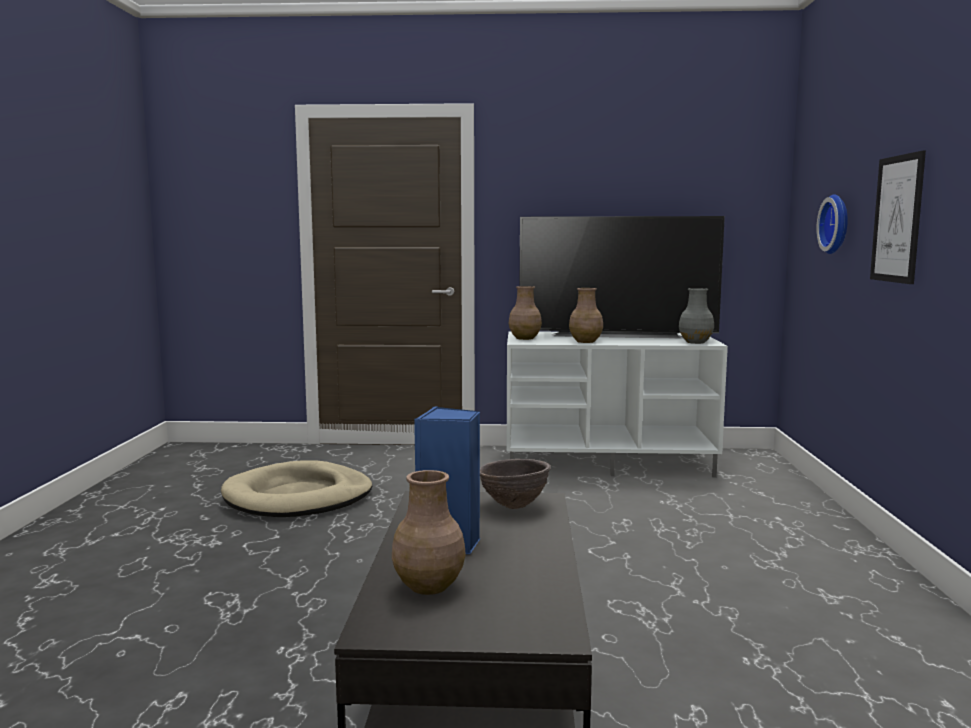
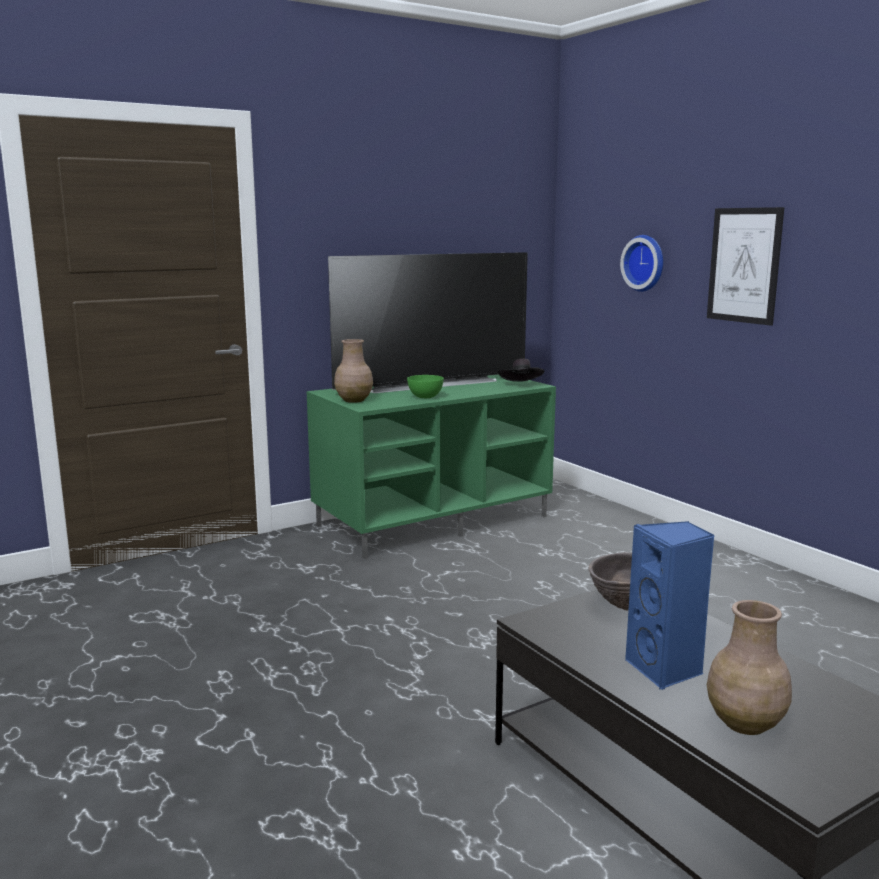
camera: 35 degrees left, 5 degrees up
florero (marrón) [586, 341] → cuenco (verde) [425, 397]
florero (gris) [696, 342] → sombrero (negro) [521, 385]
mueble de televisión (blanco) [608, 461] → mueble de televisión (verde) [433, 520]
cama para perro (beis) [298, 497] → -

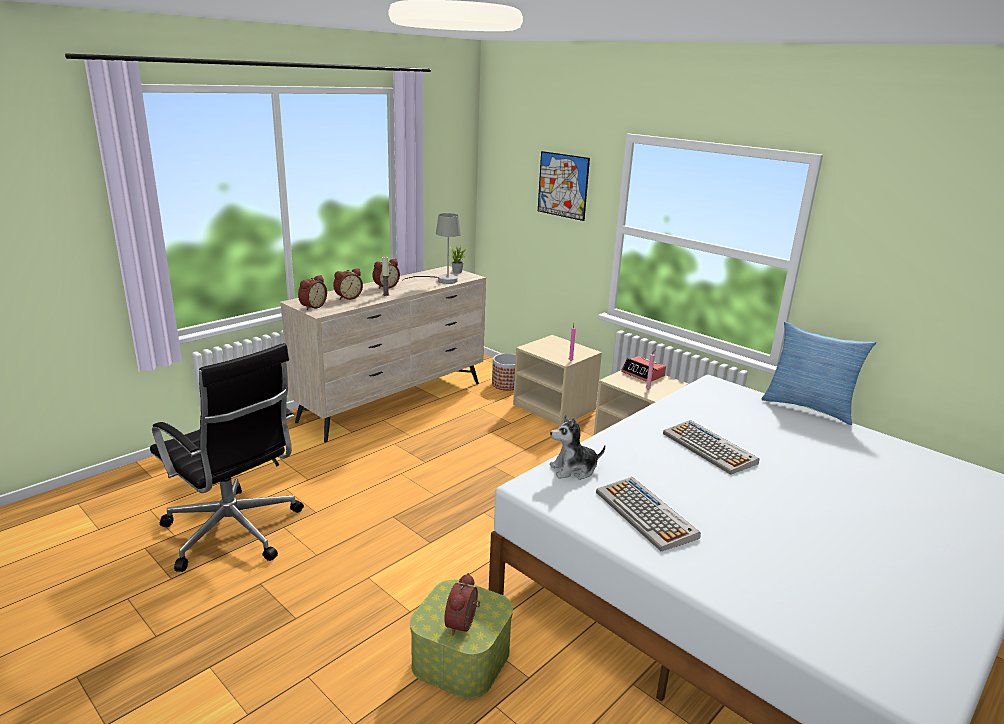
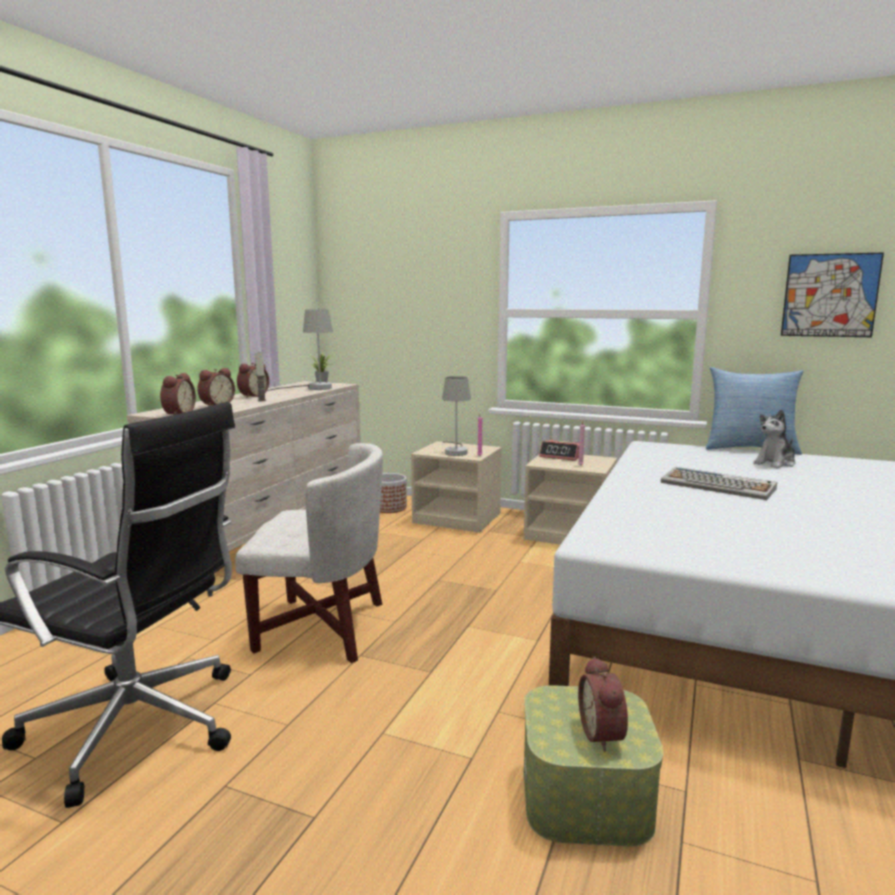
camera: 20 degrees left, 10 degrees down
cuadro [563, 185] → cuadro [830, 295], moved
peluche [573, 470] → peluche [775, 463], moved
teclado [646, 515] → -
- → lámpara de mesa (gris) [456, 451]
- → sillón (blanco) [322, 628]

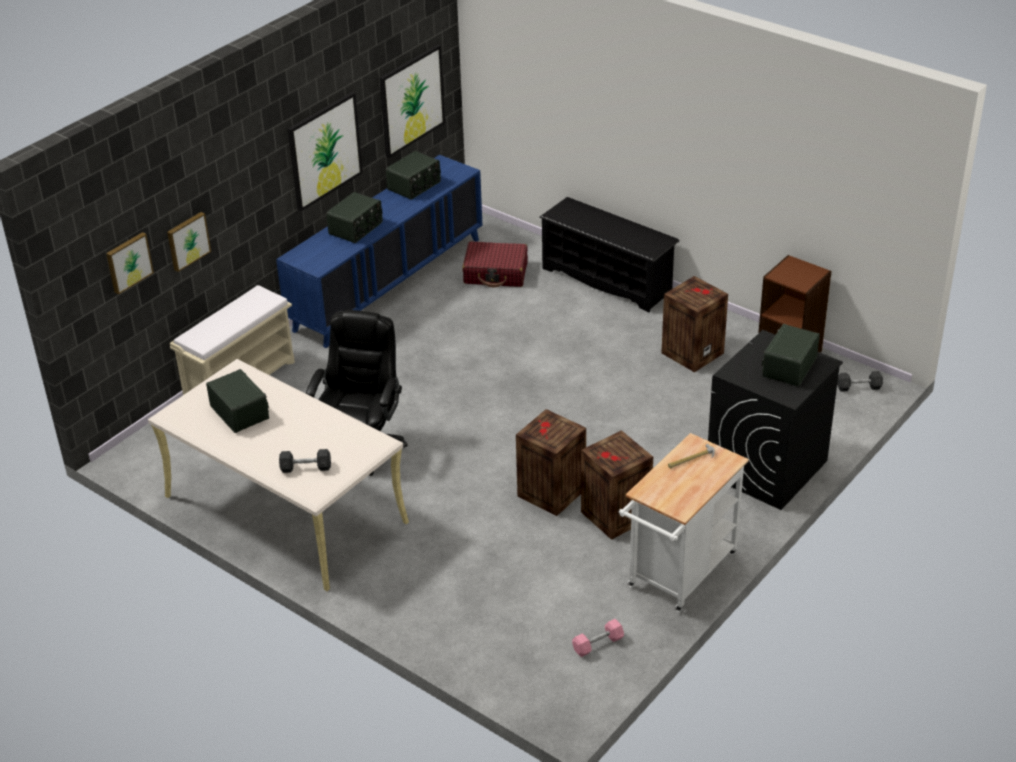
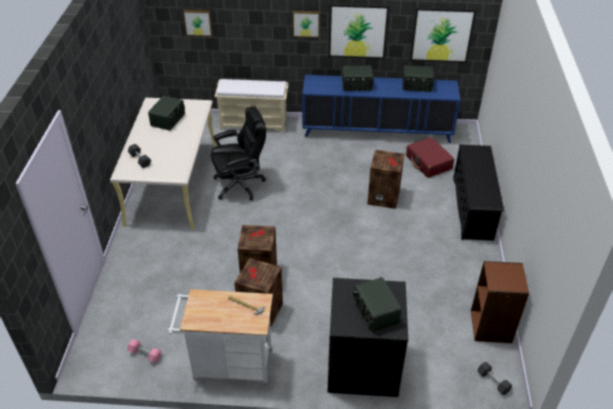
camera: 55 degrees right, 5 degrees up
cuadro [187, 240] → cuadro [306, 23], moved
caja de embalaje [692, 352] → caja de embalaje [384, 196], moved
radio [788, 367] → radio [375, 312], 105 degrees counterclockwise

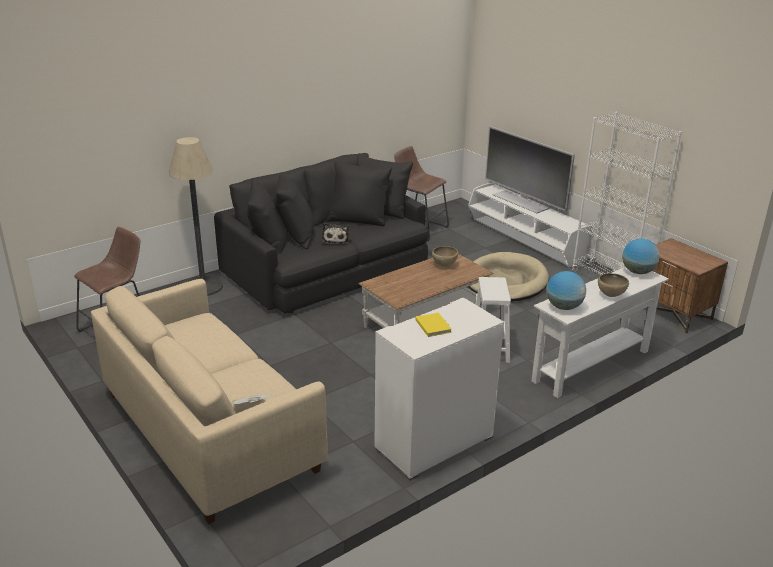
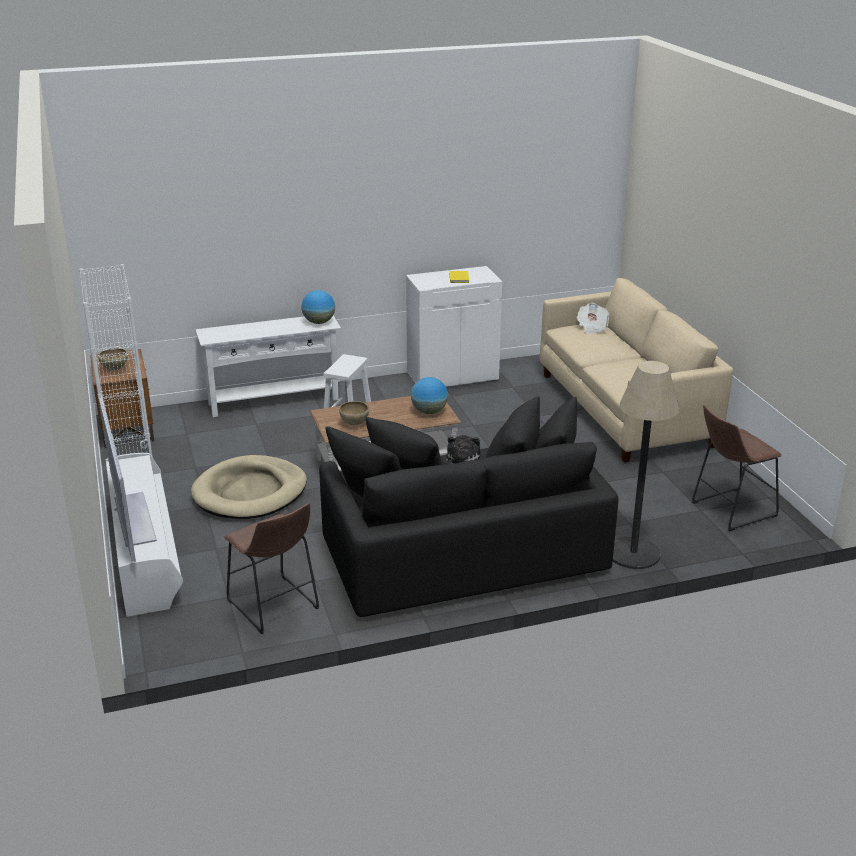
camera: 160 degrees left, 0 degrees up
globo terráqueo [638, 272] → globo terráqueo [429, 412], moved
cuenco (marrón) [611, 295] → cuenco (marrón) [115, 369], moved

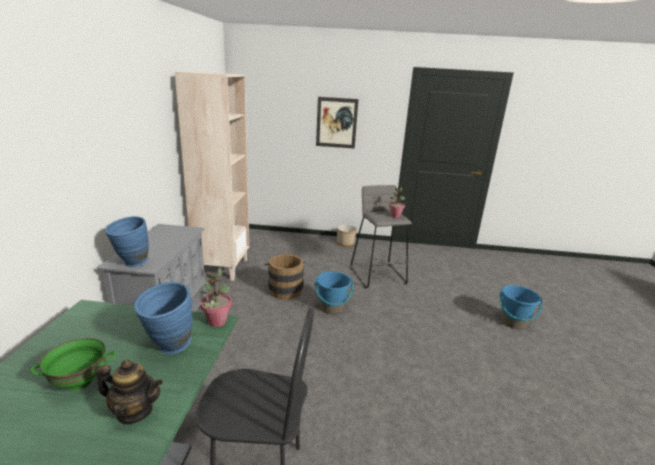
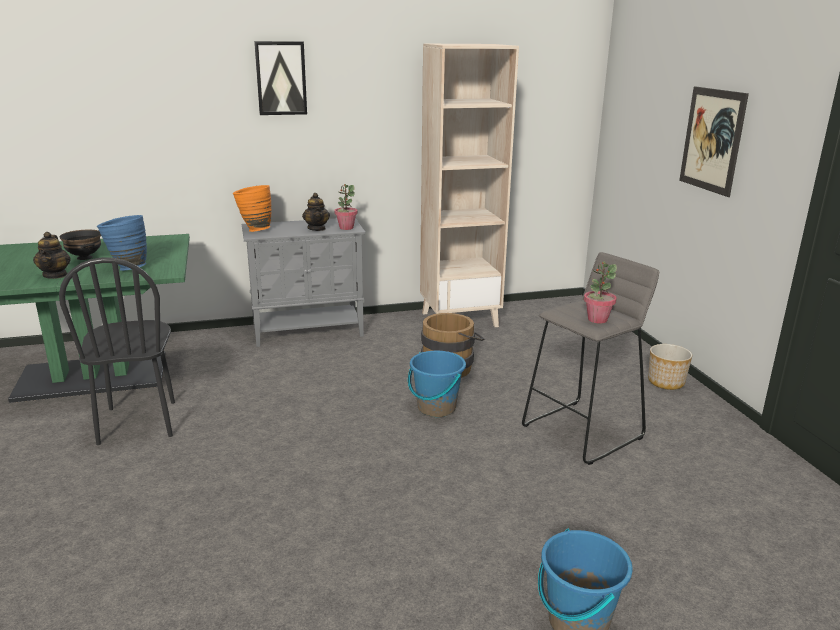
camera: 70 degrees right, 0 degrees up
florero (azul) [131, 264] → florero (naranja) [254, 230]
planta en maceta [217, 321] → planta en maceta [346, 228], moved
cuenco (verde) [79, 383] → cuenco (negro) [84, 257]
- → cuadro [281, 78]
- → tetera [317, 228]

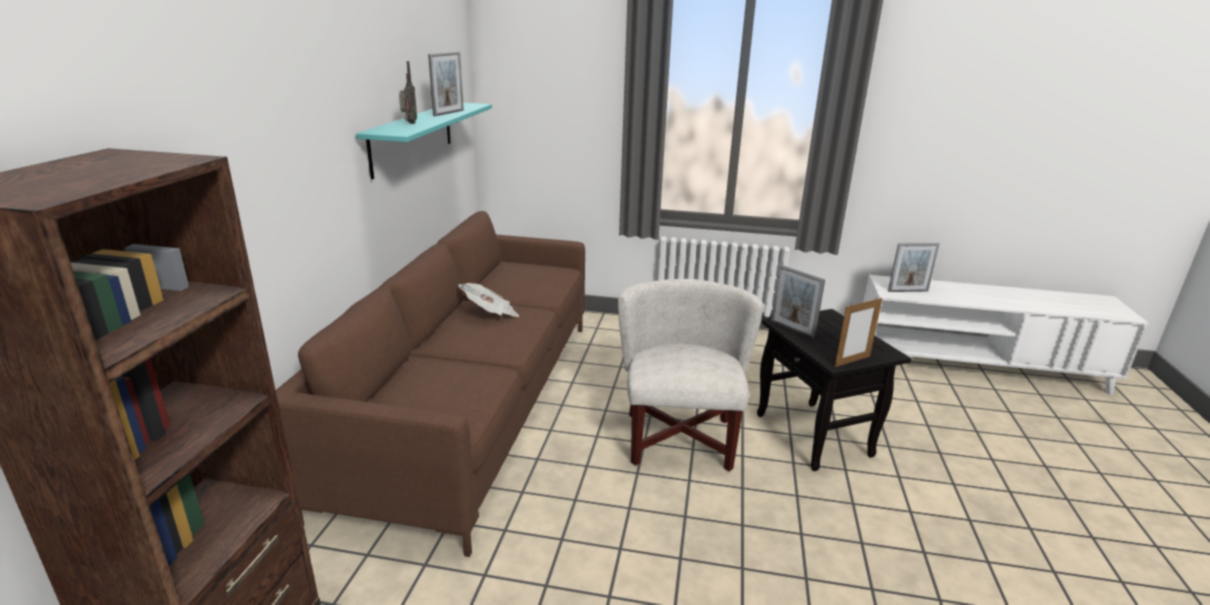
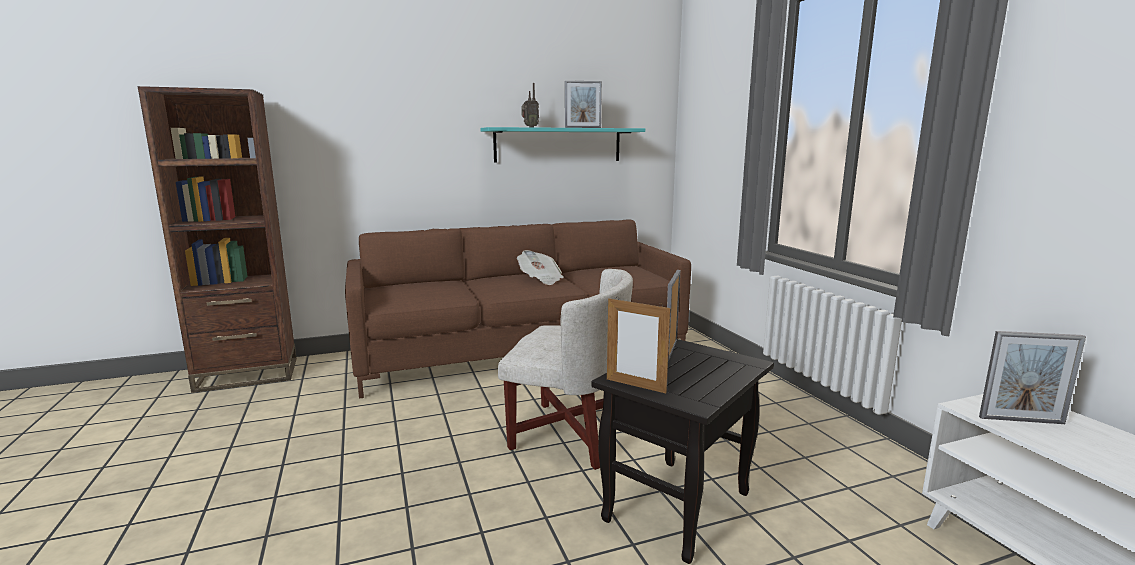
camera: 60 degrees right, 10 degrees down
portarretratos [908, 291] → portarretratos [1021, 420], 45 degrees counterclockwise
sillón (blanco) [680, 440] → sillón (blanco) [570, 433], 45 degrees clockwise

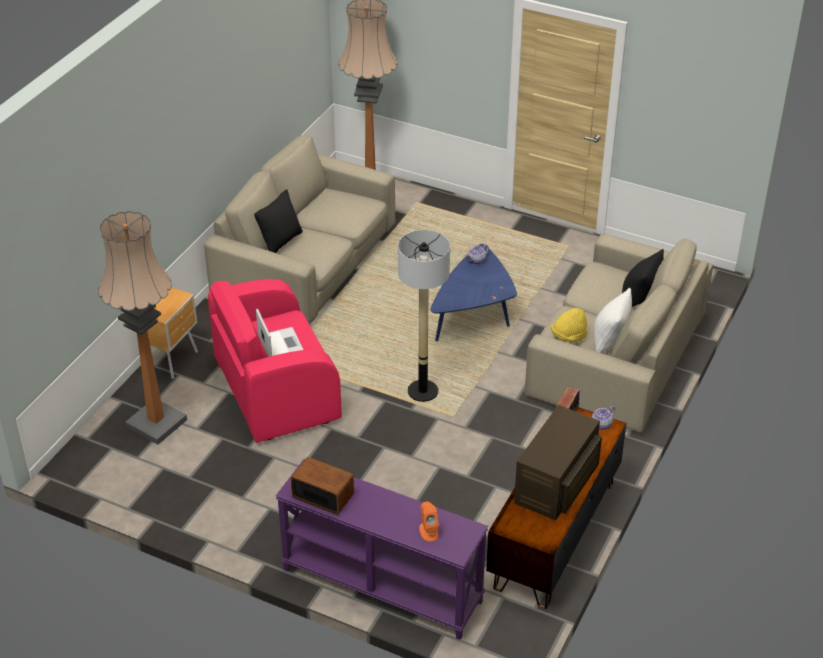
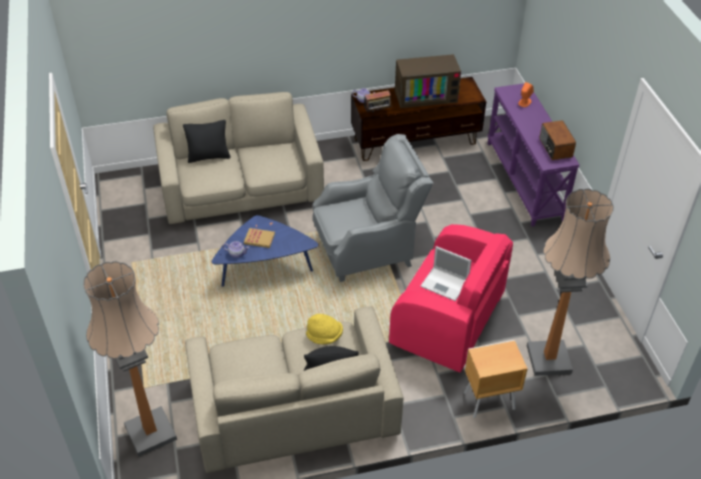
camera: 130 degrees left, 5 degrees up
lámpara de pie [422, 391] → sillón (gris) [367, 248]
cojín (blanco) [609, 341] → -
sombrero (amarillo) [568, 336] → sombrero (amarillo) [324, 336], moved
portátil [281, 345] → portátil [445, 284], 90 degrees counterclockwise
- → libro [259, 239]

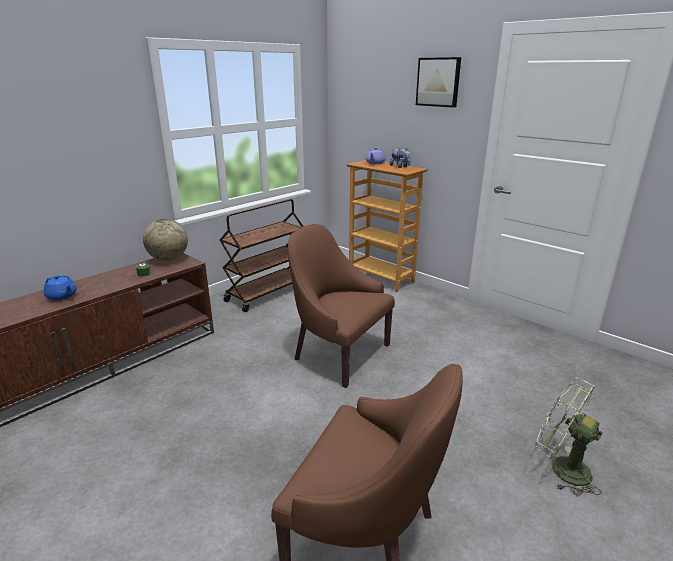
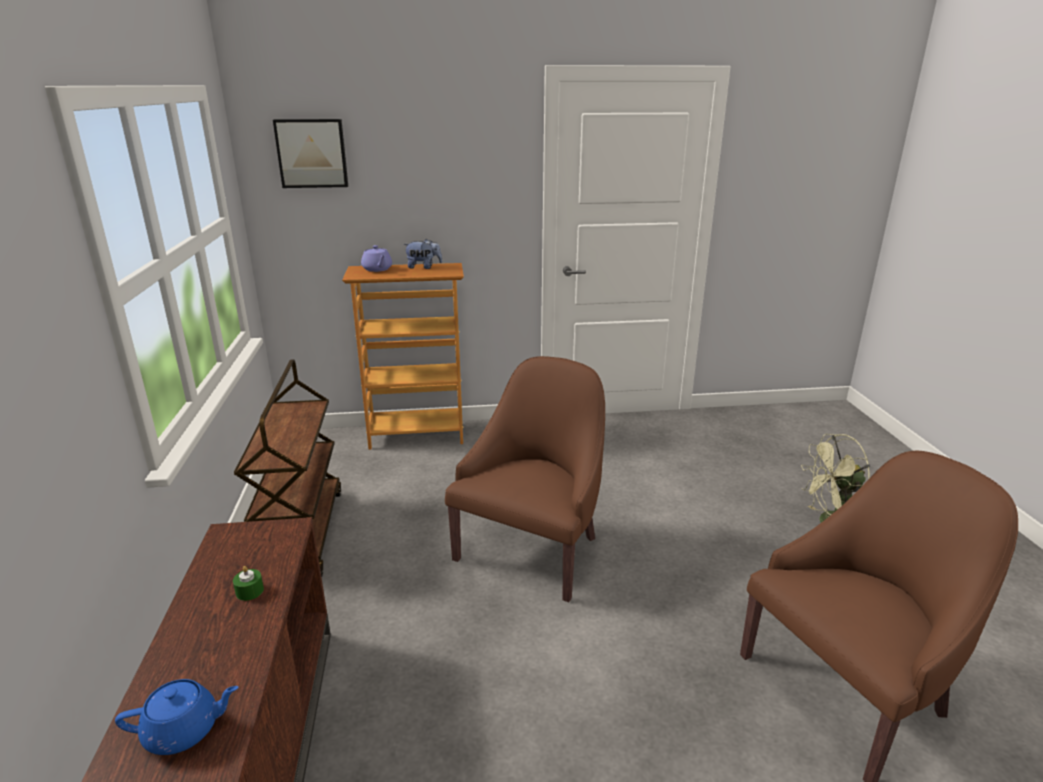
camera: 50 degrees left, 0 degrees up
cuadro [438, 82] → cuadro [312, 153], moved
globo terráqueo [168, 259] → -
sillón (marrón) [338, 353] → sillón (marrón) [533, 549], 135 degrees clockwise

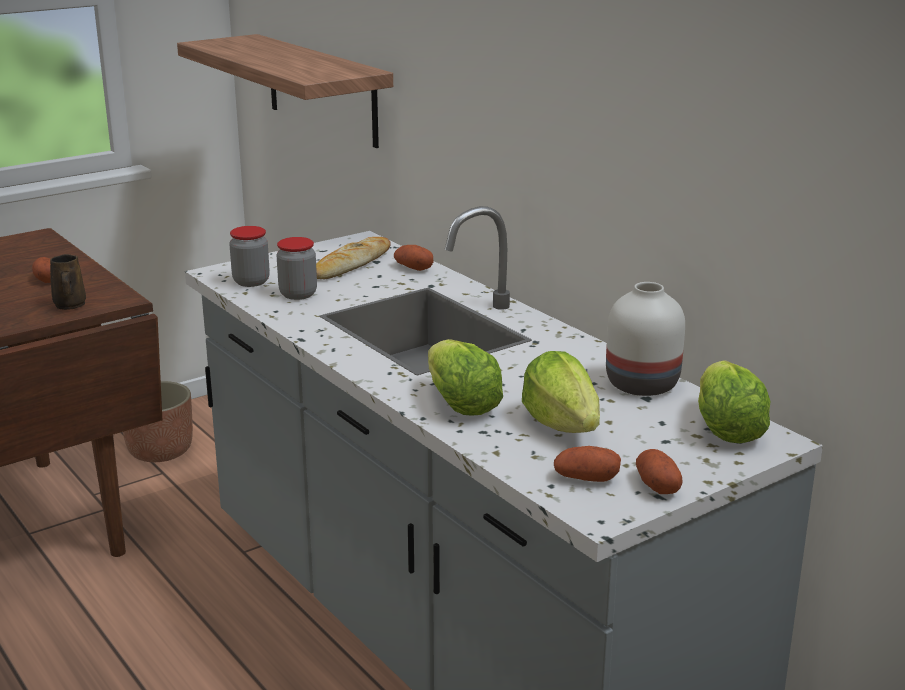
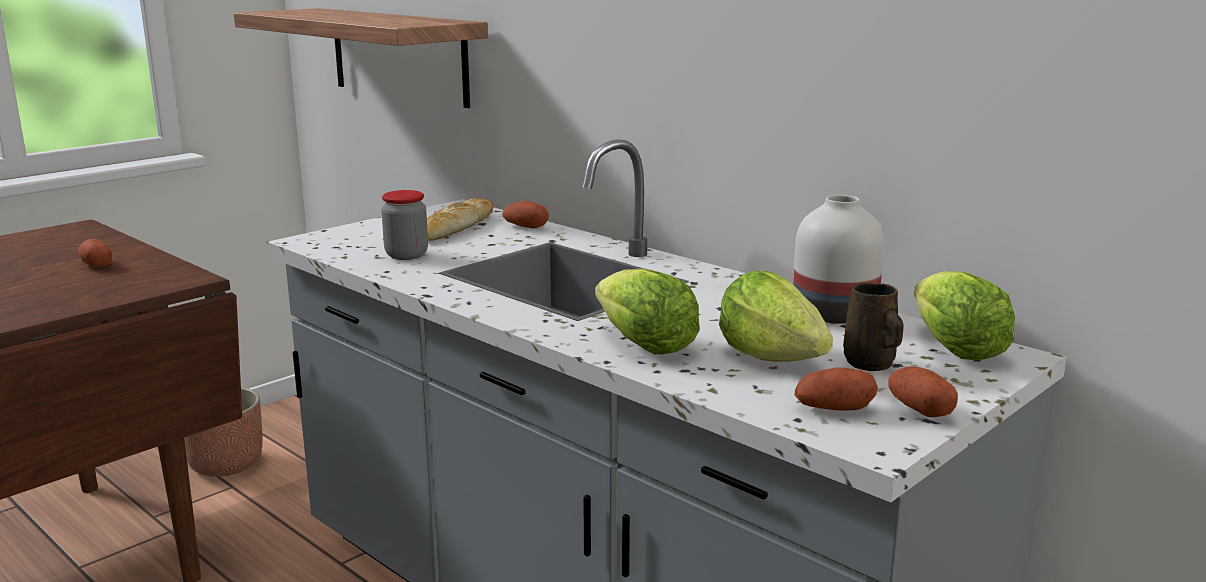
camera: 10 degrees left, 5 degrees down
tarro [251, 282] → -
taza grande (marrón) [69, 306] → taza grande (marrón) [870, 364], moved

